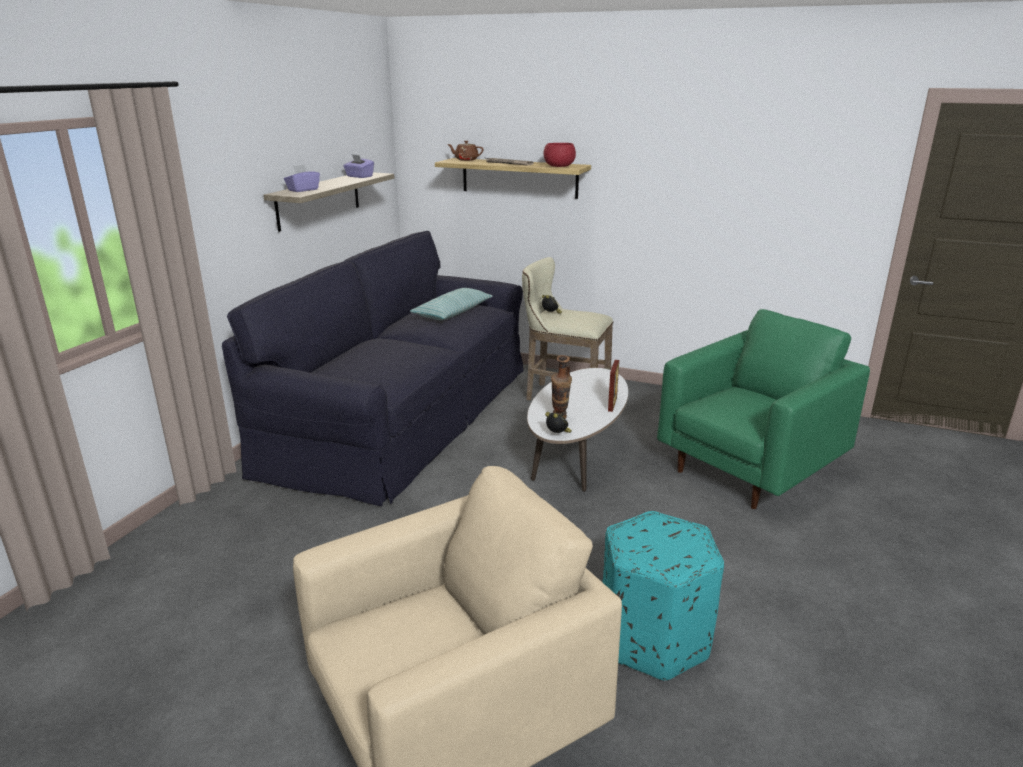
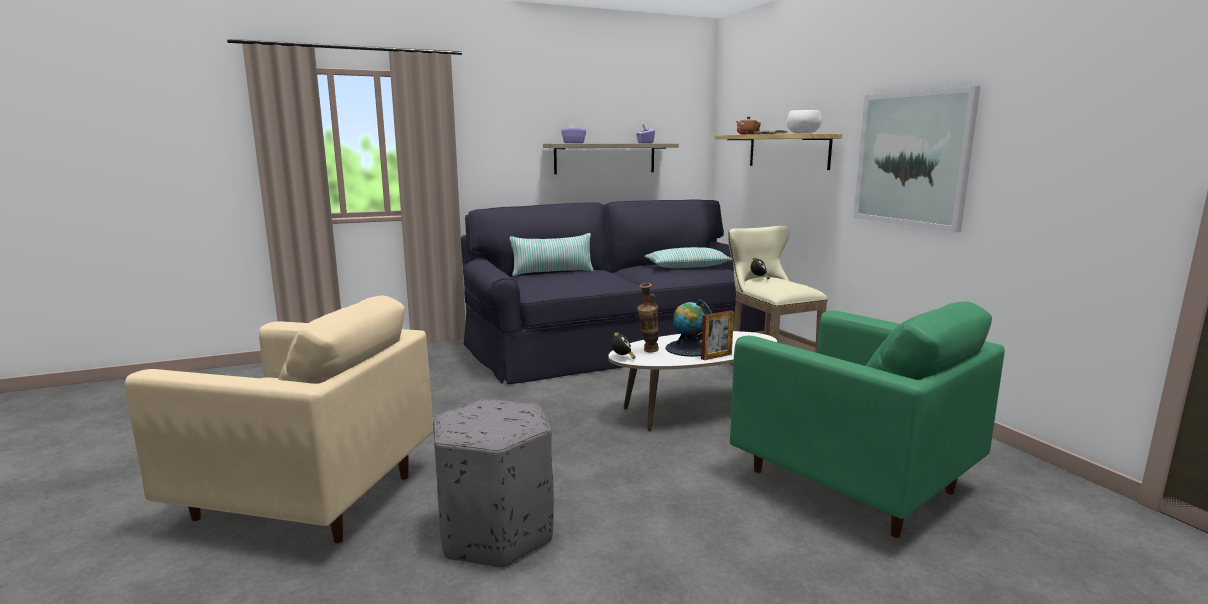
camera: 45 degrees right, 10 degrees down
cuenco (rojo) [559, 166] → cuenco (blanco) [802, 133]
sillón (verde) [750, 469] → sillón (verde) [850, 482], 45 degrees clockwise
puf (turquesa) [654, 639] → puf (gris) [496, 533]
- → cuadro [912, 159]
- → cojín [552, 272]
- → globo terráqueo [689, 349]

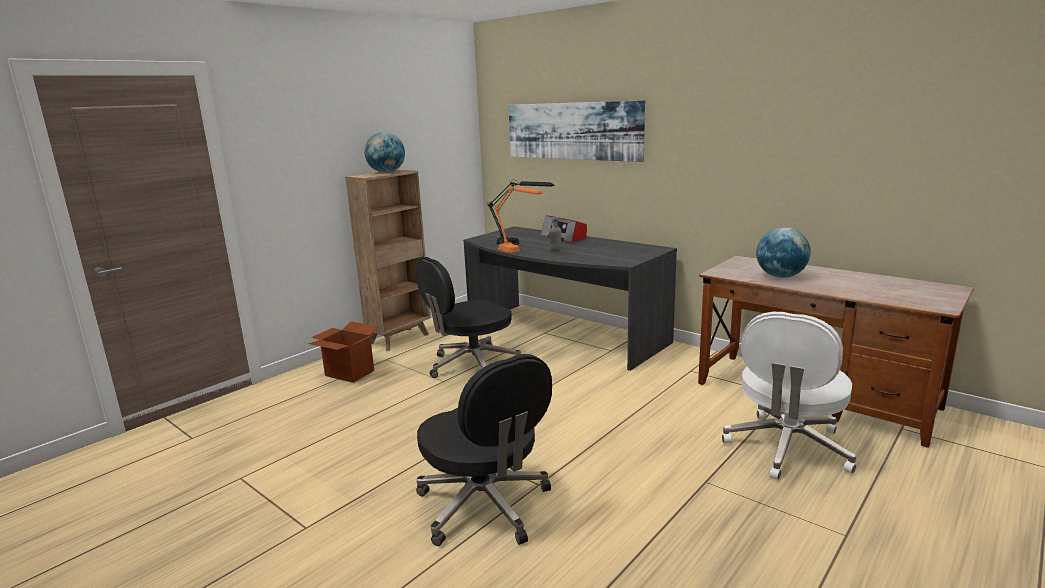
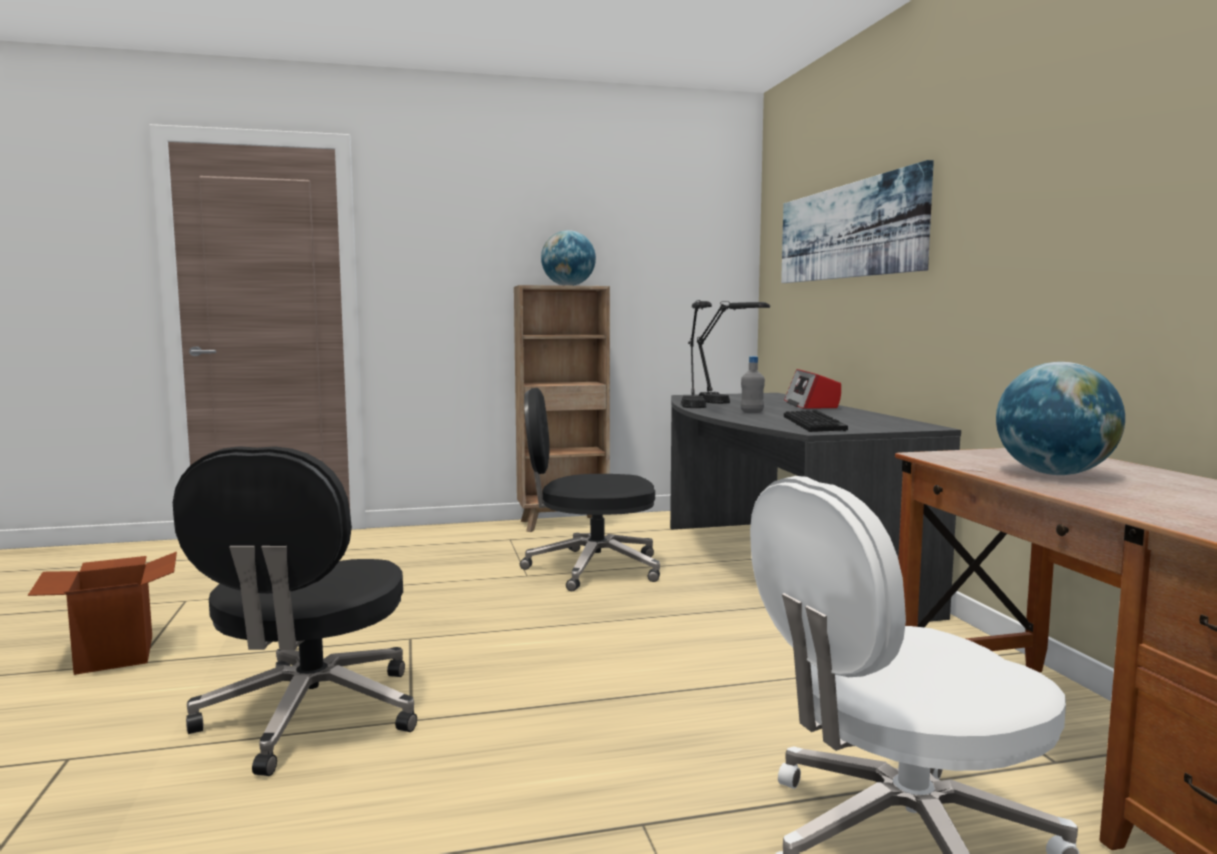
camera: 35 degrees right, 10 degrees down
lámpara de mesa (naranja) [518, 252] → lámpara de mesa (negro) [696, 408]
caja de cartón [349, 373] → caja de cartón [114, 654], moved
- → teclado [815, 424]

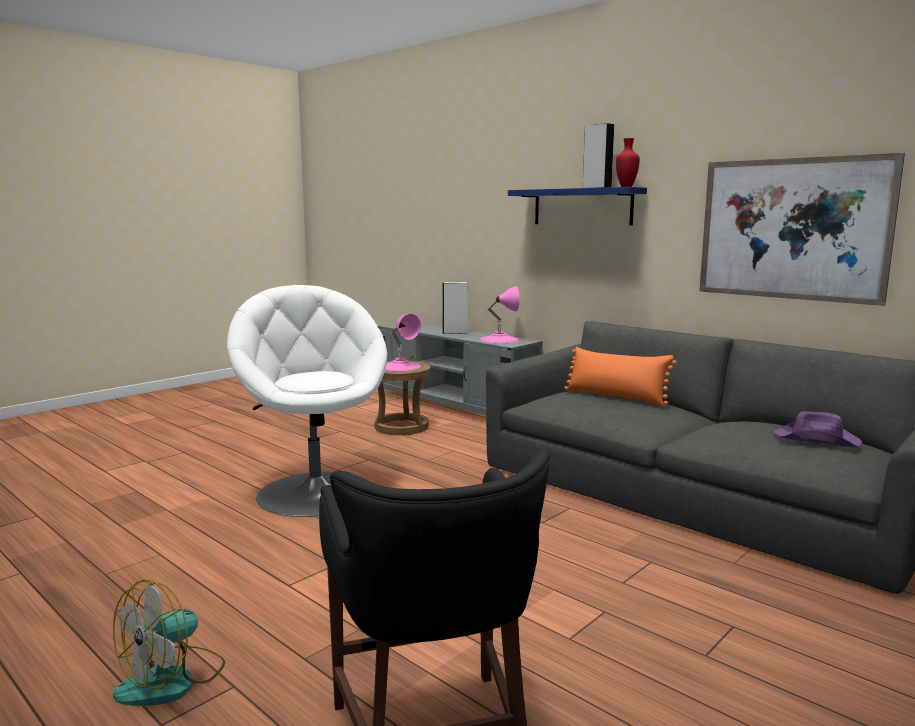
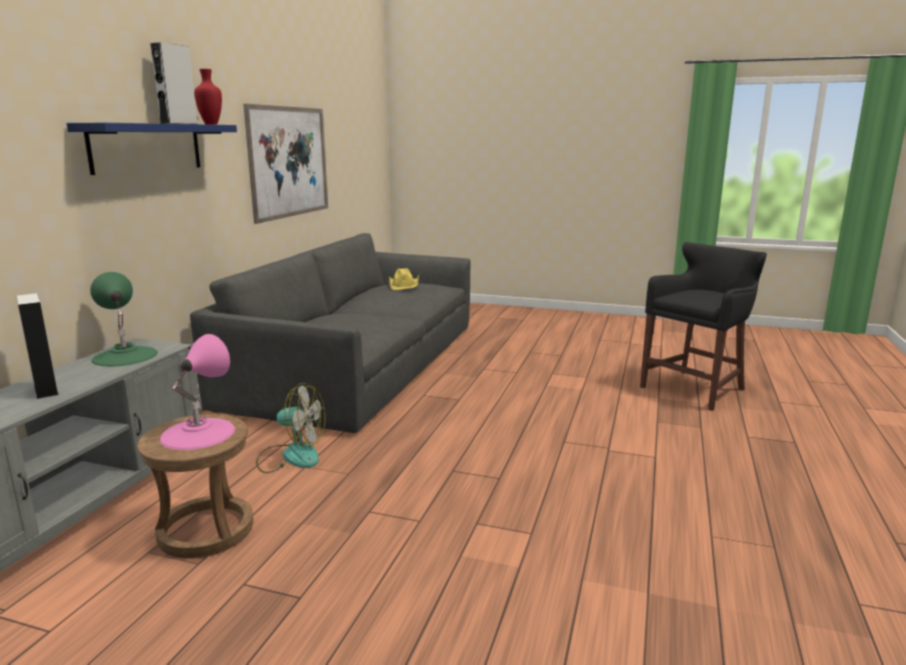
camera: 115 degrees left, 5 degrees up
sillón (blanco) [316, 492] → -
lámpara de mesa (rosa) [499, 339] → lámpara de mesa (verde) [124, 356]
cojín (naranja) [616, 397] → -
sombrero (morado) [817, 440] → sombrero (amarillo) [404, 285]
ventilador [172, 680] → ventilador [291, 456], moved

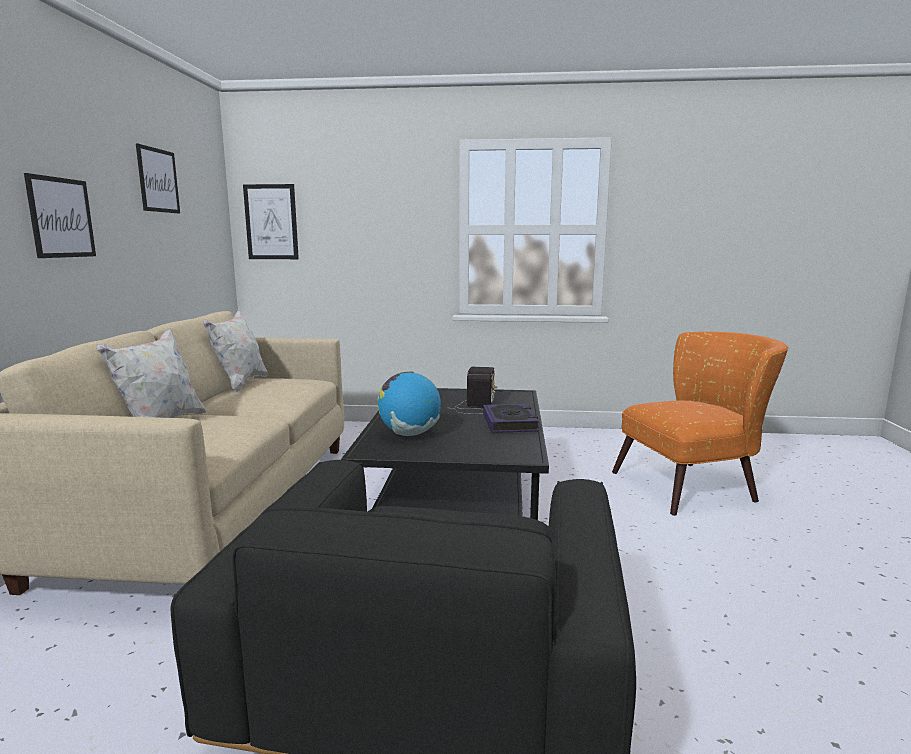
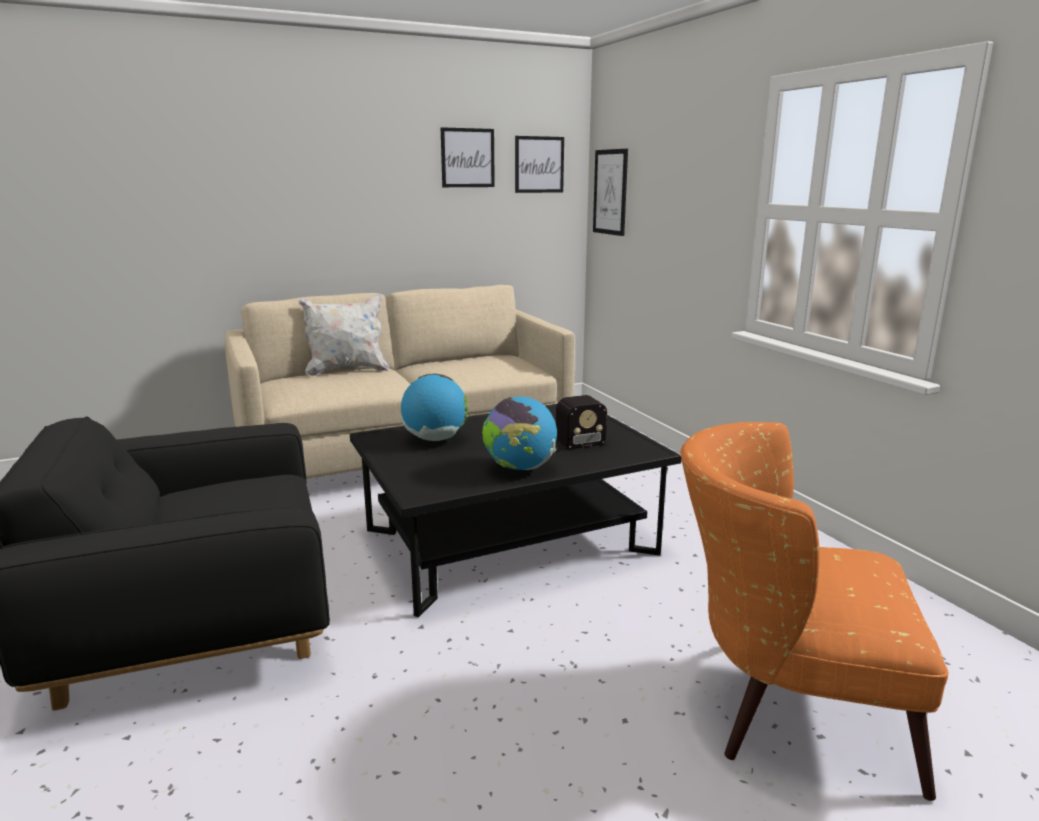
camera: 60 degrees right, 5 degrees up
cuadro [61, 217] → cuadro [539, 164], moved
cojín (blanco) [240, 384] → -
sillón (naranja) [695, 486] → sillón (naranja) [783, 703], 150 degrees clockwise
libro [510, 423] → globo terráqueo [519, 468]

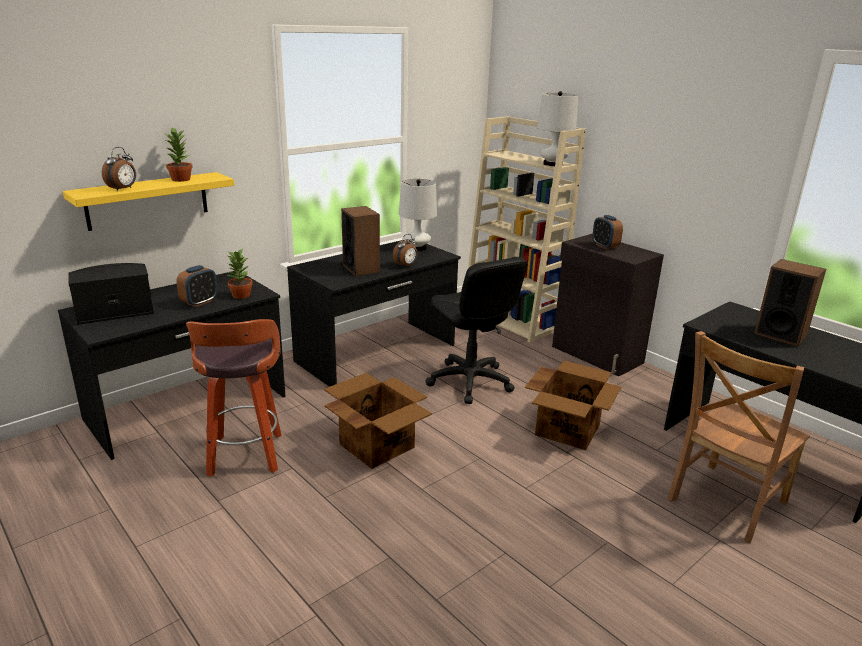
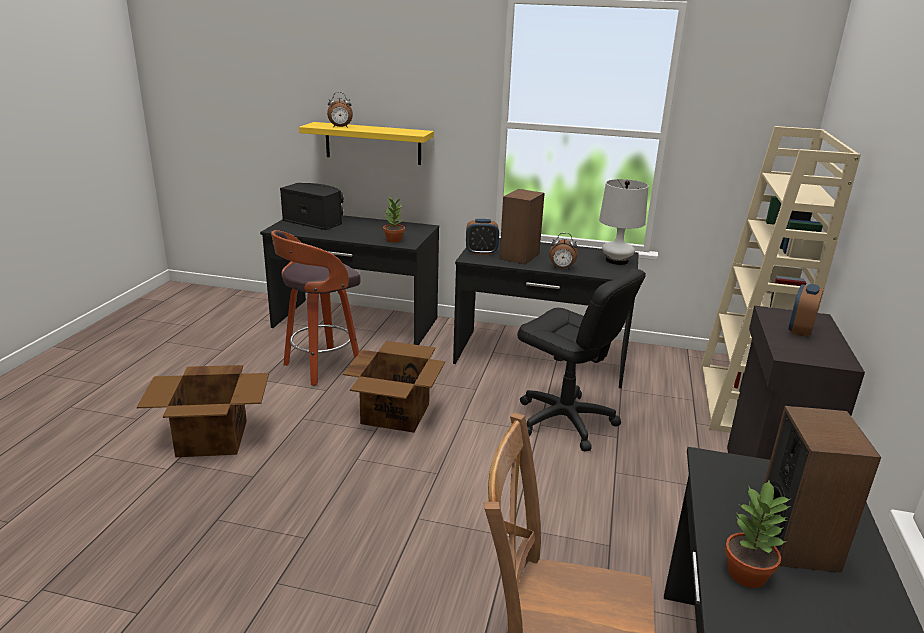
camera: 55 degrees right, 0 degrees up
lámpara de mesa (blanco) [552, 164] → -
planta en maceta [181, 179] → planta en maceta [748, 574], moved
silla de oficina (negro) [469, 382] → silla de oficina (negro) [565, 421], 75 degrees counterclockwise
despertador [199, 302] → despertador [481, 252], moved
caja de cartón [568, 429] → caja de cartón [213, 438], moved

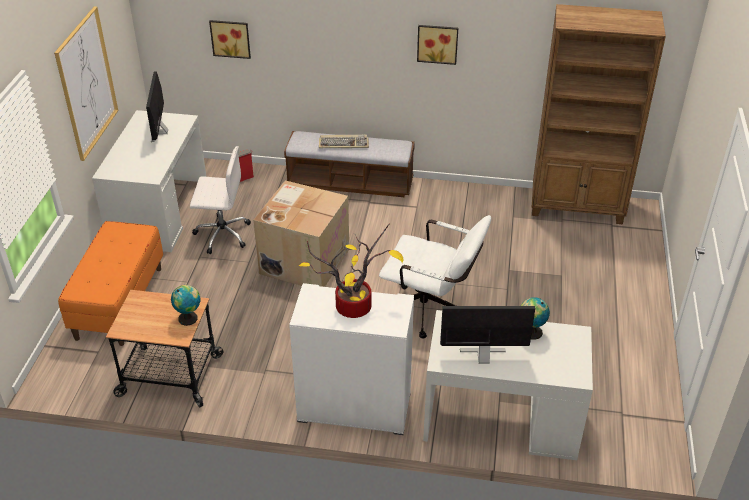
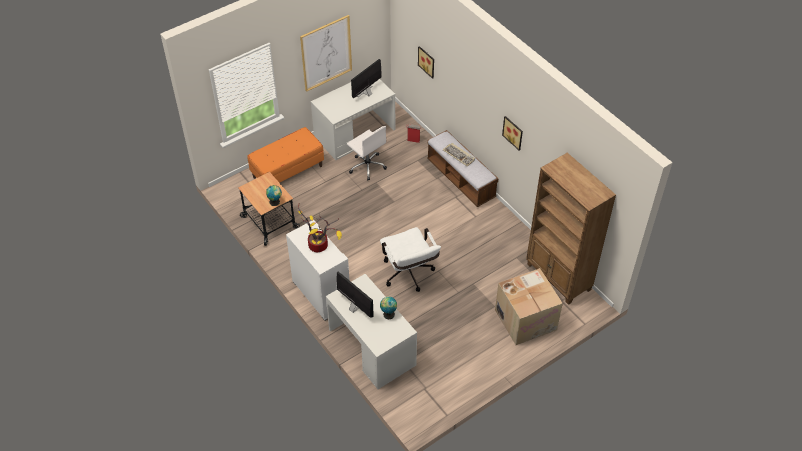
camera: 45 degrees right, 10 degrees up
caja de cartón [304, 260] → caja de cartón [526, 319], moved

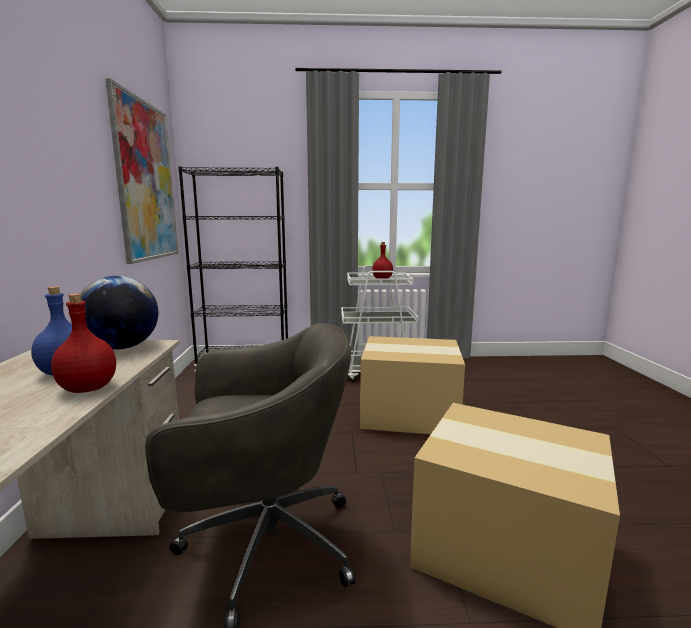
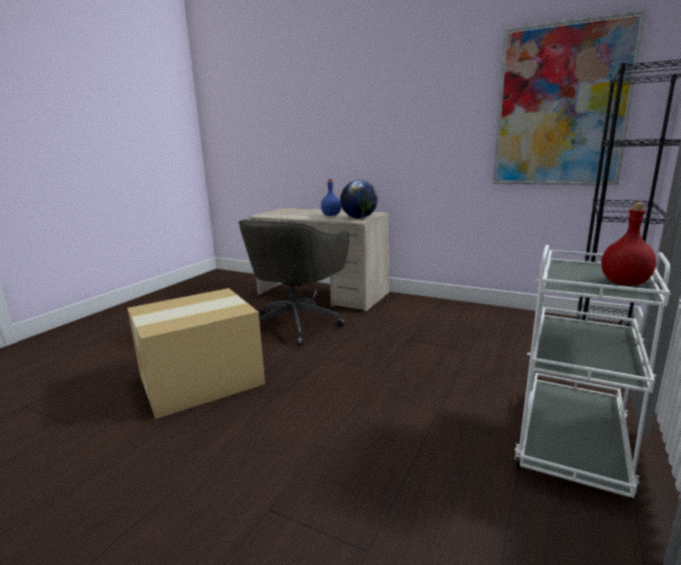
camera: 120 degrees right, 5 degrees up
botella (rojo) [89, 388] → -
caja de cartón [408, 413] → -

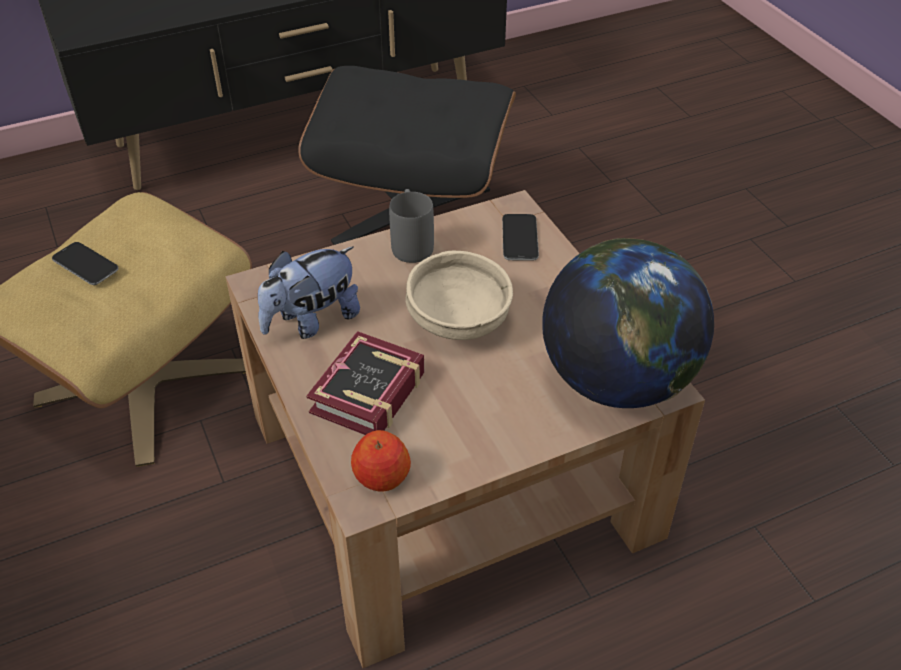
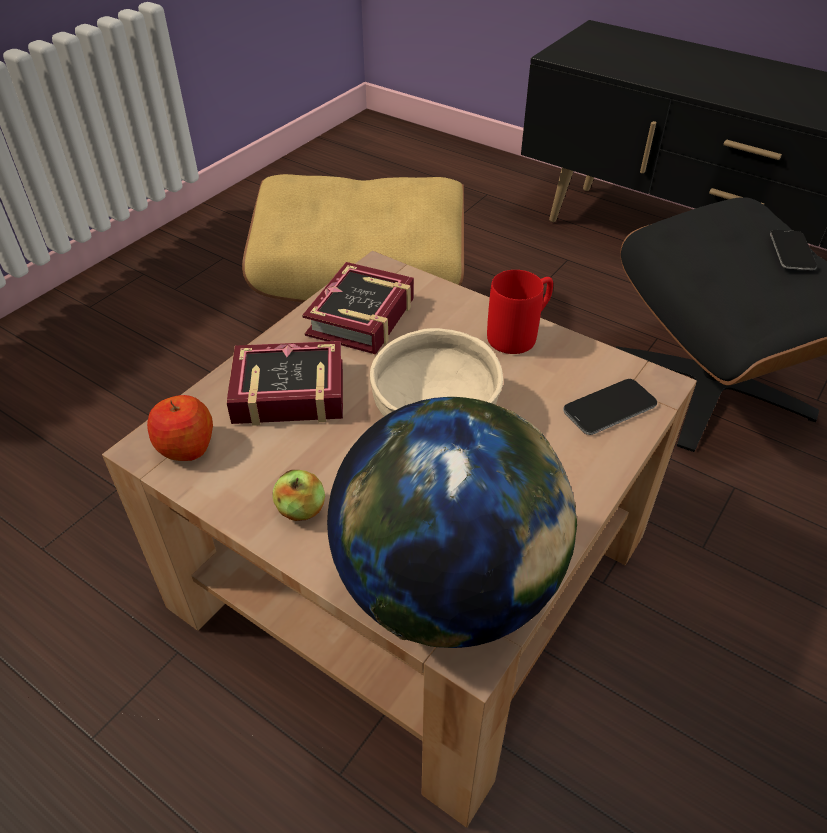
camera: 60 degrees right, 0 degrees up
taza grande (gris) [411, 243] → taza grande (rojo) [520, 334]
móvil [85, 265] → móvil [792, 251], moved
peluche [312, 321] → libro [356, 319]
- → manzana [301, 510]

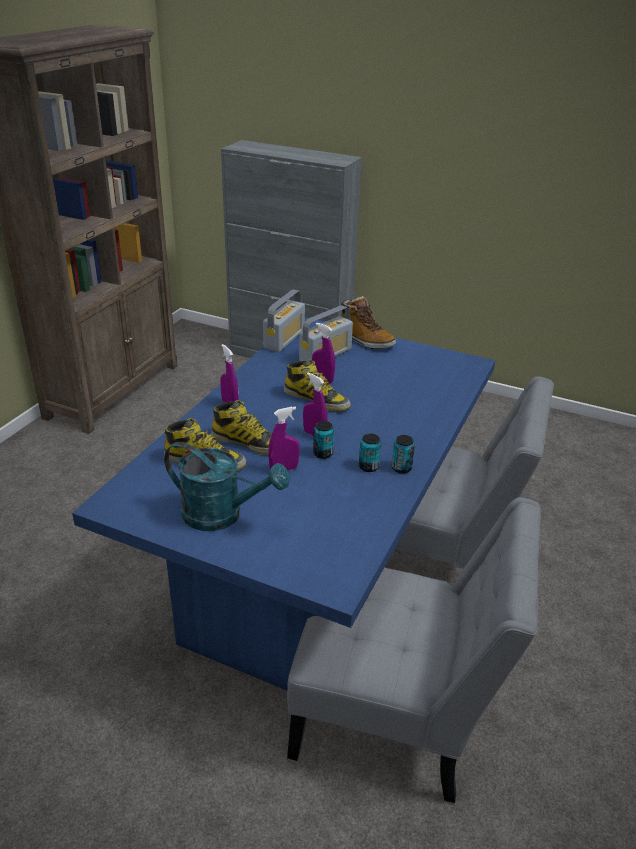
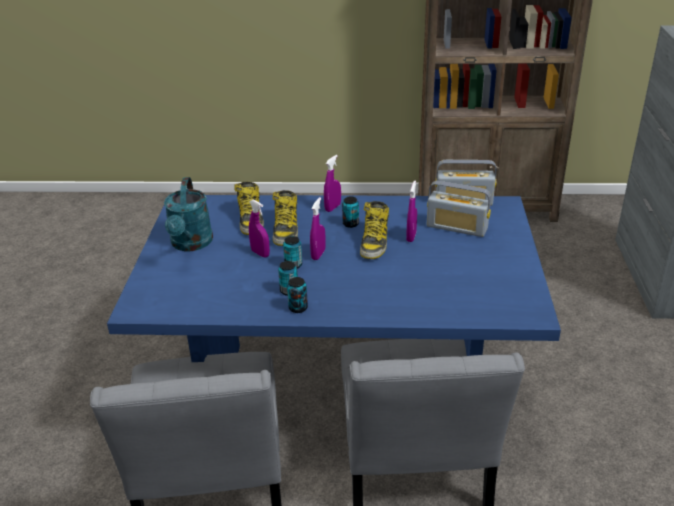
camera: 70 degrees right, 0 degrees up
bota [365, 340] → -
- → lata [350, 224]

